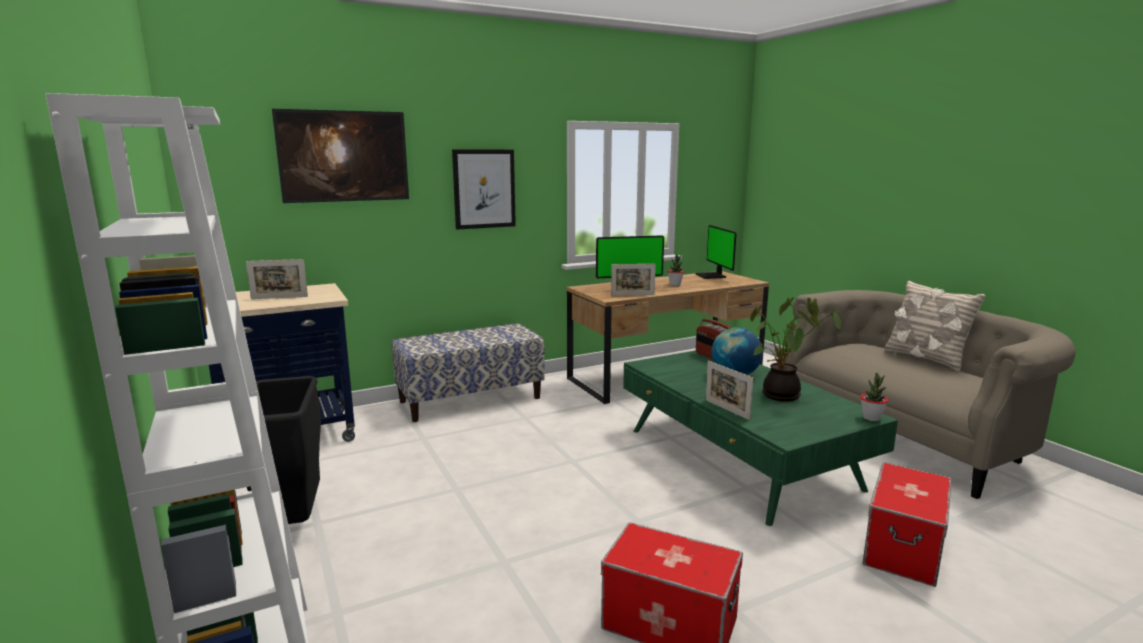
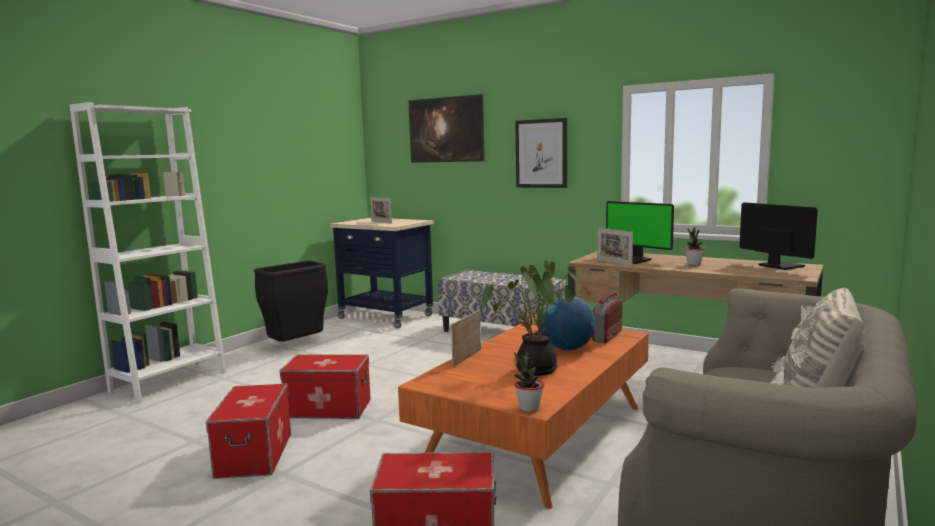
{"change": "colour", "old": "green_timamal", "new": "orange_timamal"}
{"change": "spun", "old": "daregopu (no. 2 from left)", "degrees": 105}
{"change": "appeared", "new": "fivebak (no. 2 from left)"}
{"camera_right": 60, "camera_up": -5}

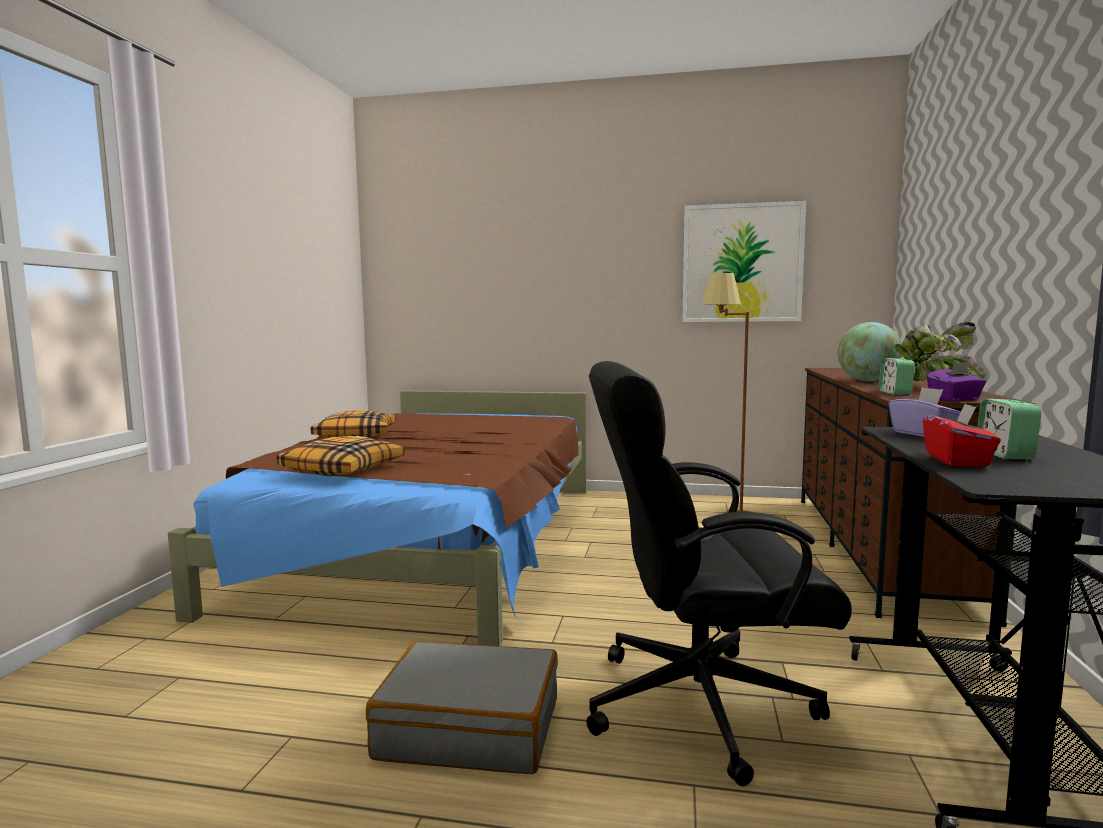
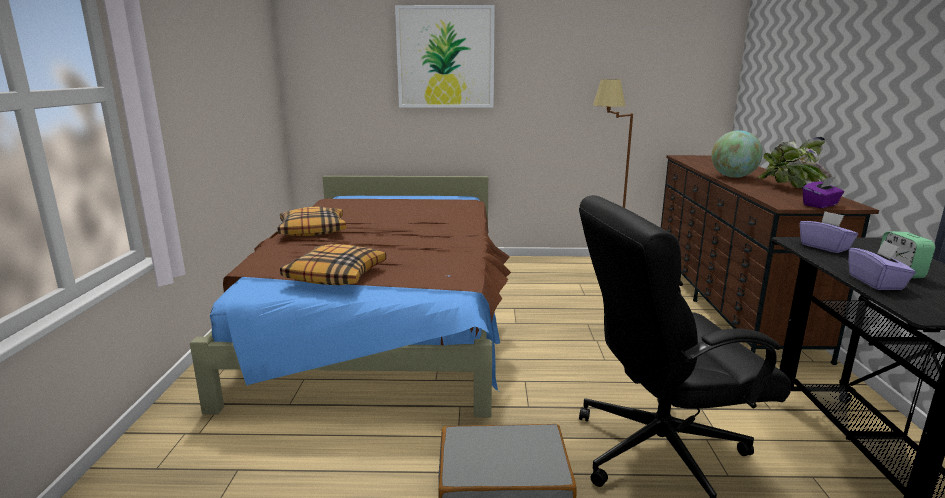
{"change": "relocated", "old": "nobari"}
{"change": "missing", "old": "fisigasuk (no. 1 from left)"}
{"change": "colour", "old": "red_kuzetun", "new": "purple_kuzetun (no. 3 from left)"}
{"camera_right": -10, "camera_up": 10}

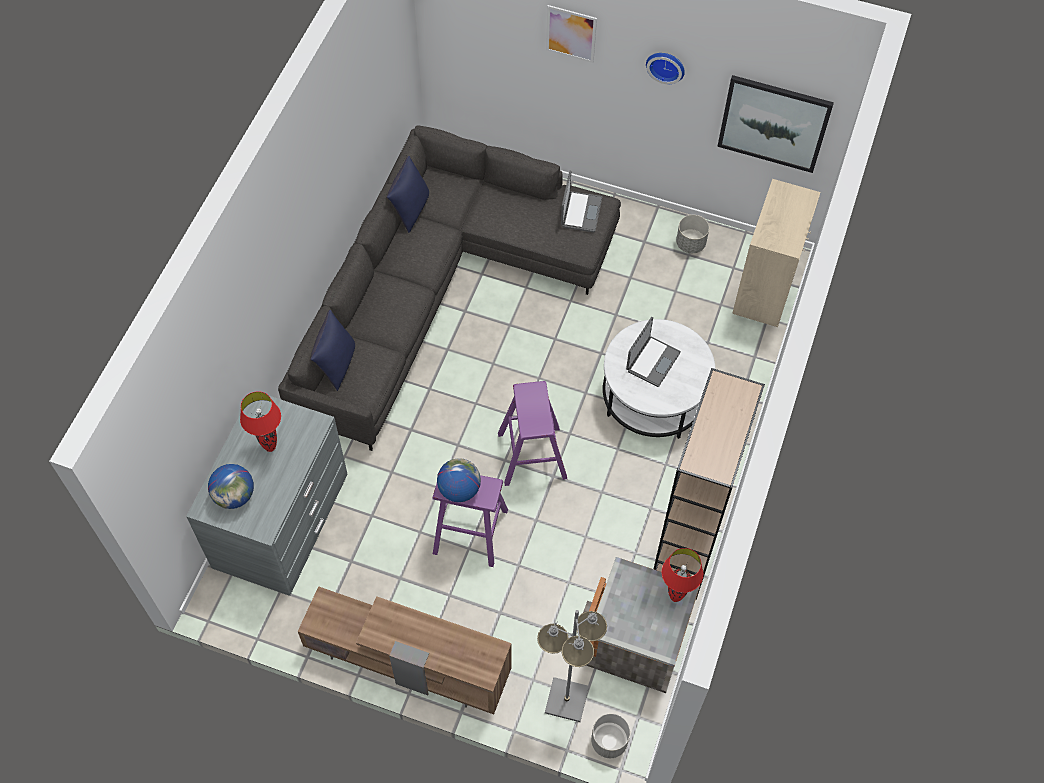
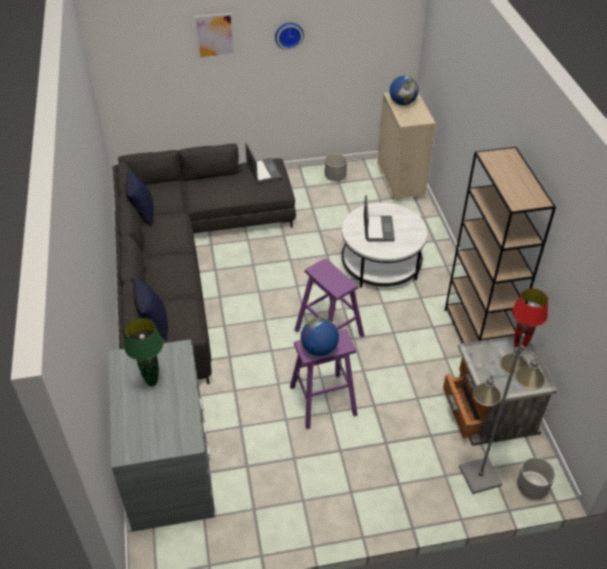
{"change": "relocated", "old": "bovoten (no. 1 from left in the first image)", "new": "bovoten (no. 2 from left)"}
{"change": "colour", "old": "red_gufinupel (no. 1 from left)", "new": "green_gufinupel"}
{"change": "missing", "old": "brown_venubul"}
{"change": "missing", "old": "nobari (no. 2 from left)"}
{"camera_right": -30, "camera_up": -15}

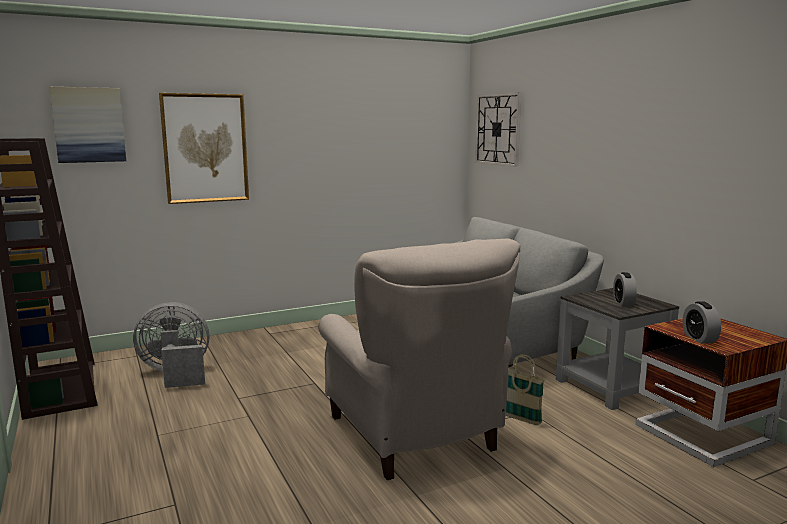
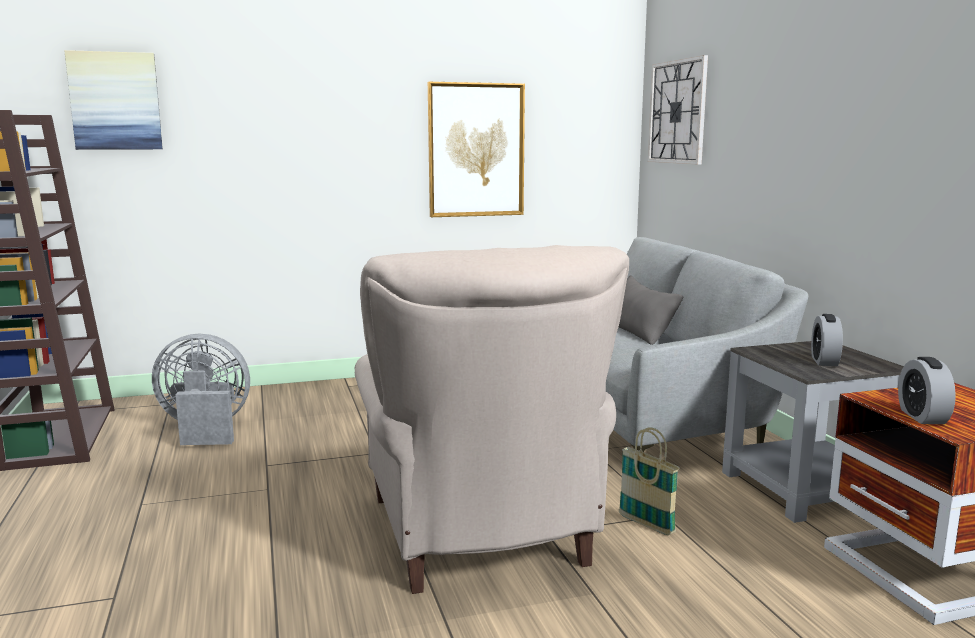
{"change": "relocated", "old": "nobari (no. 2 from left)"}
{"camera_right": 10, "camera_up": 0}

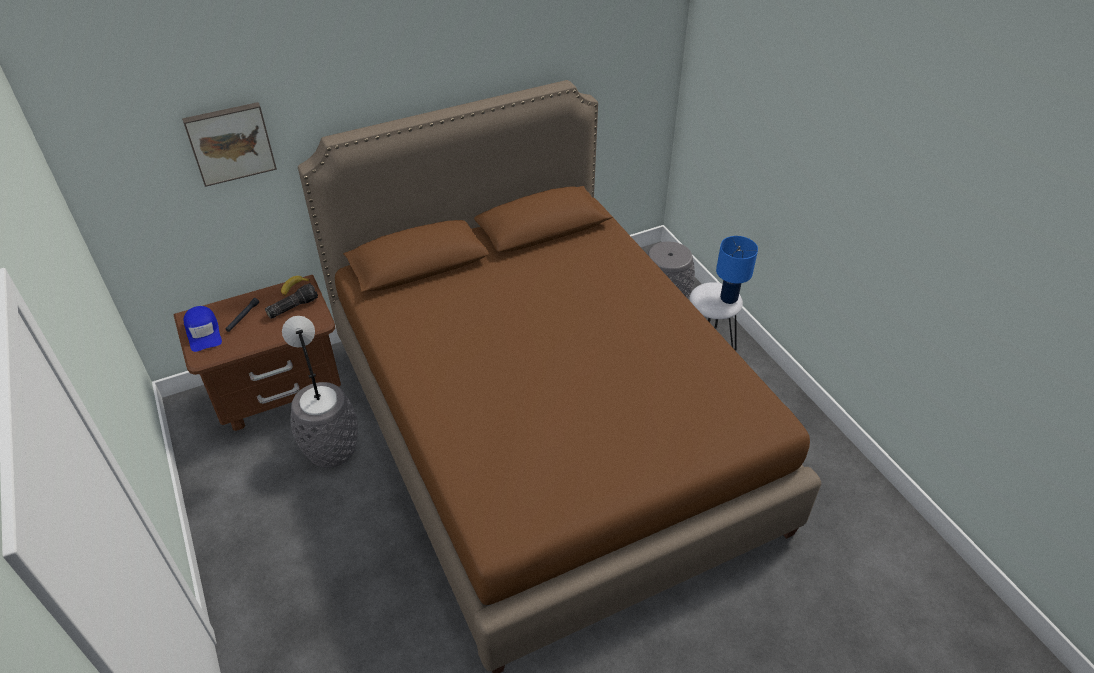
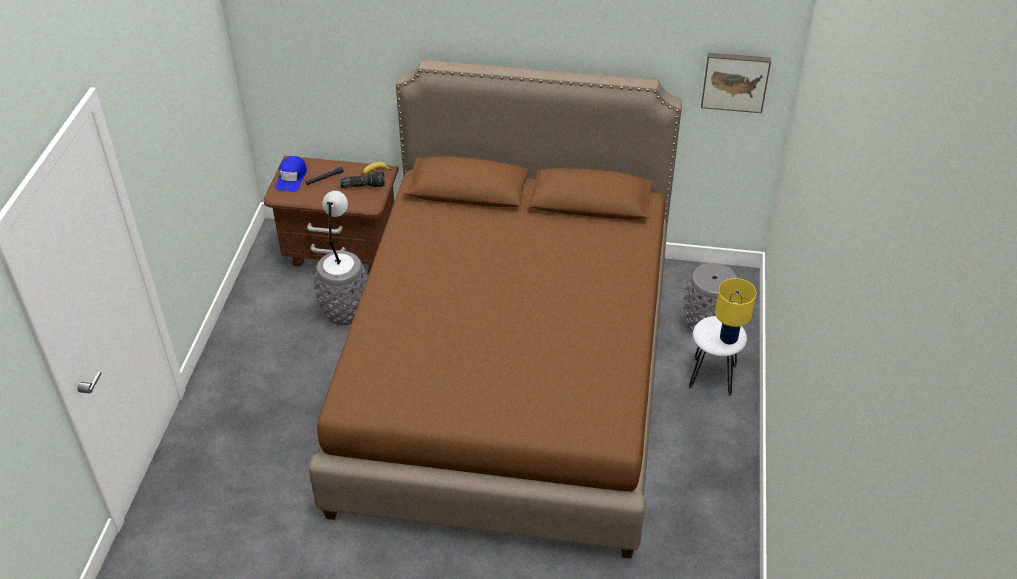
{"change": "relocated", "old": "nobari"}
{"change": "colour", "old": "blue_gufinupel", "new": "yellow_gufinupel"}
{"camera_right": 35, "camera_up": 0}

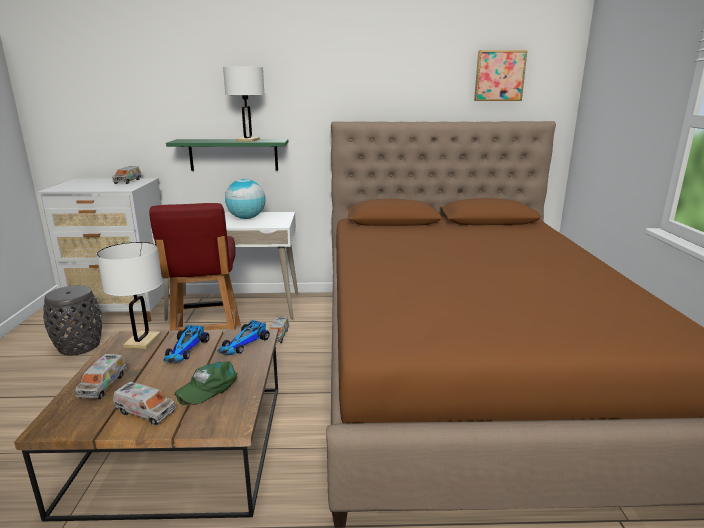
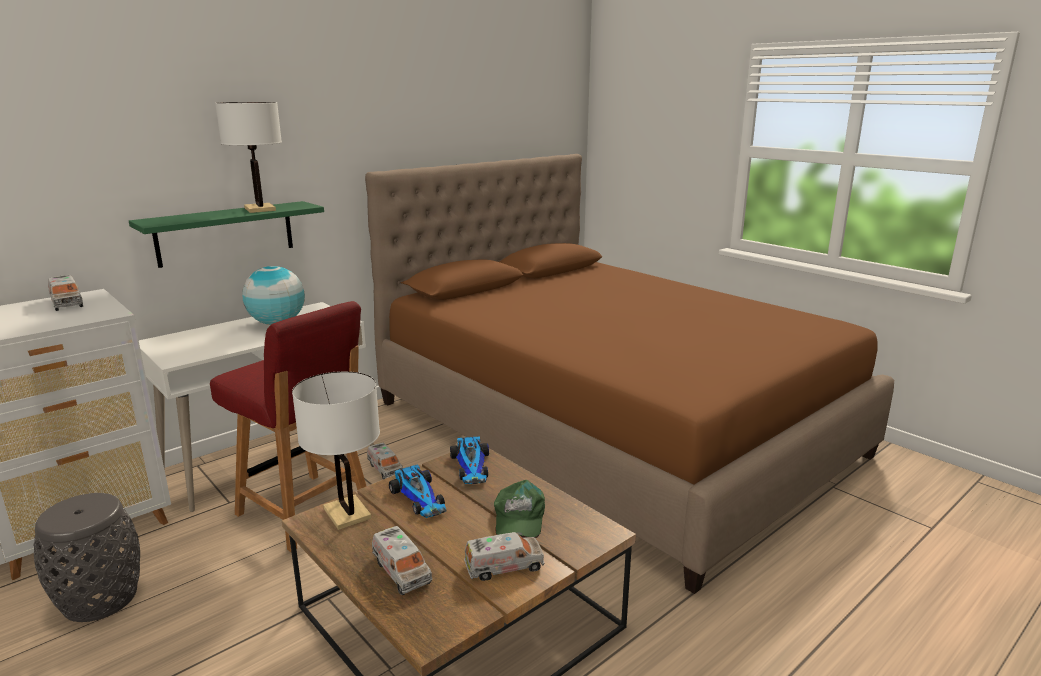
{"change": "missing", "old": "nobari"}
{"camera_right": -40, "camera_up": 0}

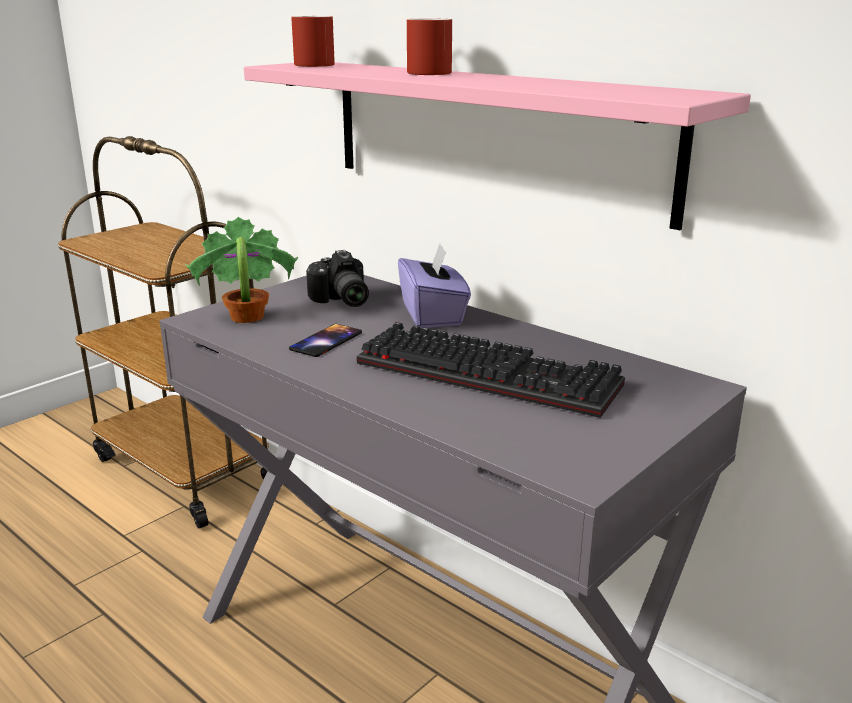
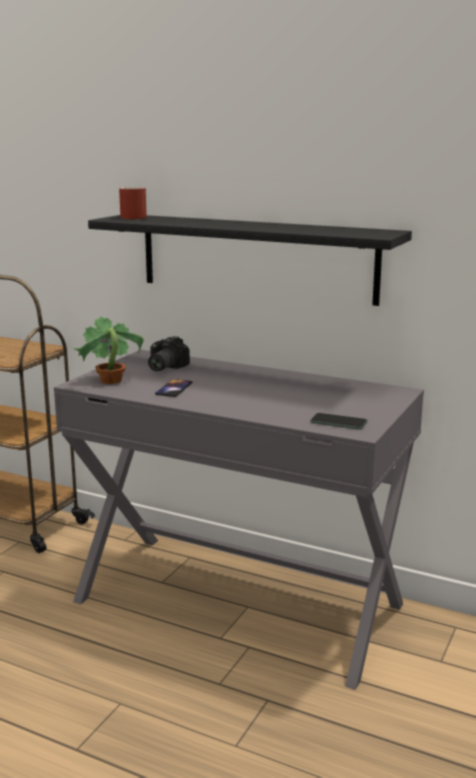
{"change": "colour", "old": "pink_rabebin", "new": "black_rabebin"}
{"change": "spun", "old": "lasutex", "degrees": 60}
{"change": "missing", "old": "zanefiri"}
{"change": "missing", "old": "purple_kuzetun"}
{"change": "missing", "old": "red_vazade (no. 2 from left)"}
{"change": "appeared", "new": "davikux (no. 2 from left)"}
{"camera_right": -15, "camera_up": -5}

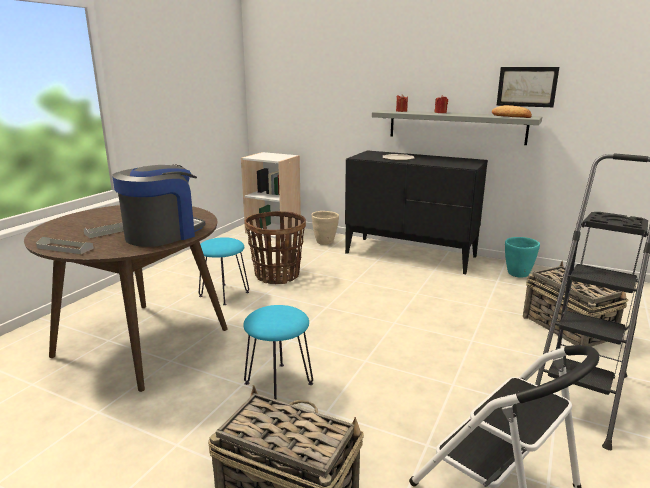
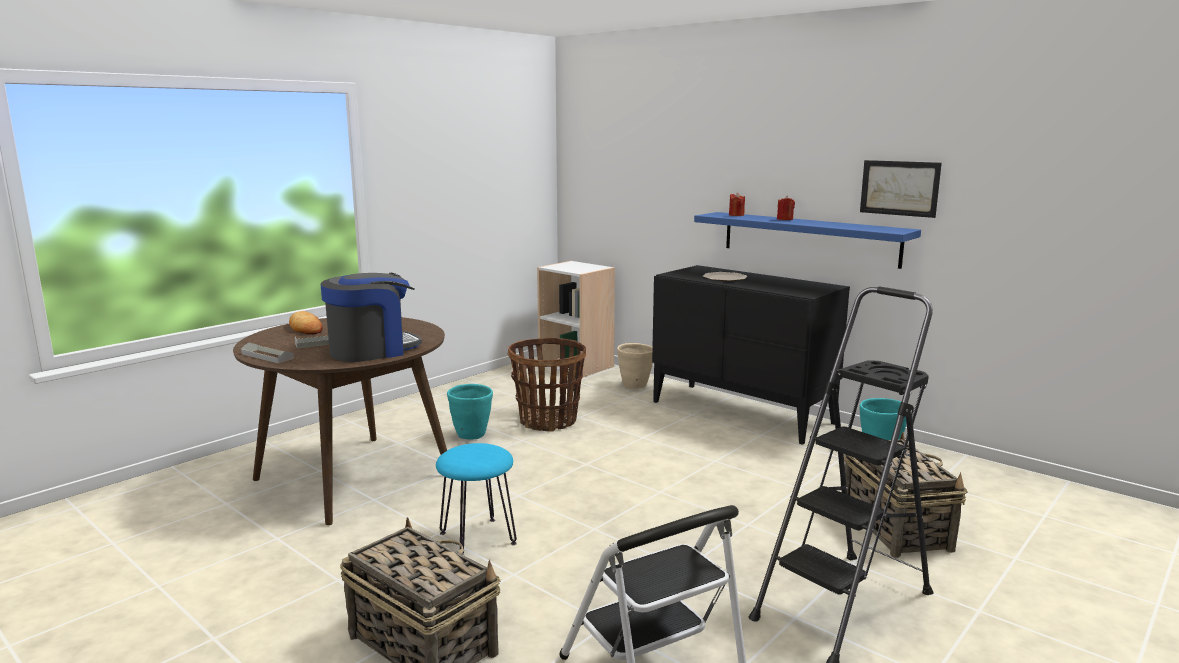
{"change": "exchanged", "old": "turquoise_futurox (no. 1 from left)", "new": "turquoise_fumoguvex (no. 1 from left)"}
{"change": "colour", "old": "grey_rabebin", "new": "blue_rabebin"}
{"change": "relocated", "old": "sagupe"}
{"camera_right": 15, "camera_up": -5}

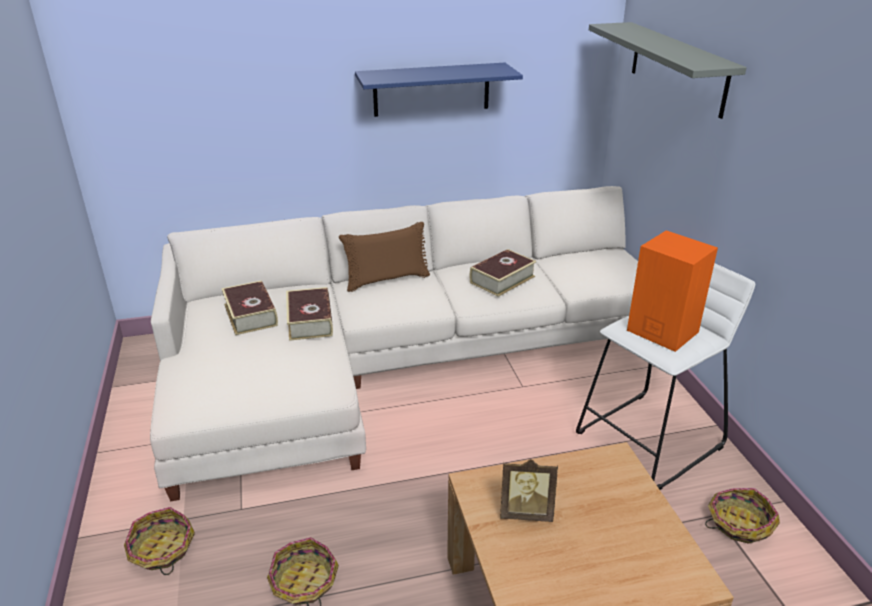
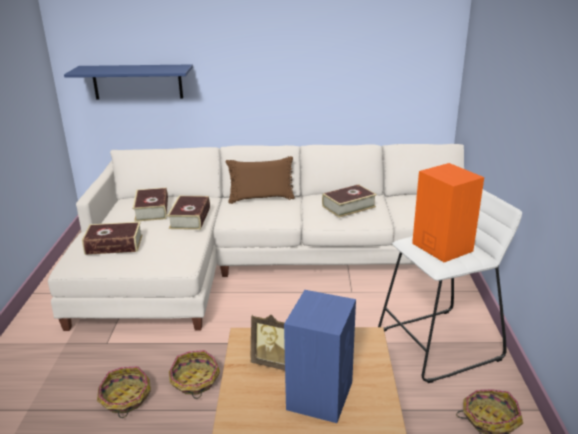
{"change": "relocated", "old": "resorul (no. 1 from left in the first image)", "new": "resorul (no. 2 from left)"}
{"change": "relocated", "old": "blue_rabebin"}
{"change": "missing", "old": "grey_rabebin"}
{"change": "appeared", "new": "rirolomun (no. 1 from left)"}
{"change": "appeared", "new": "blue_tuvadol"}
{"camera_right": 15, "camera_up": -5}

